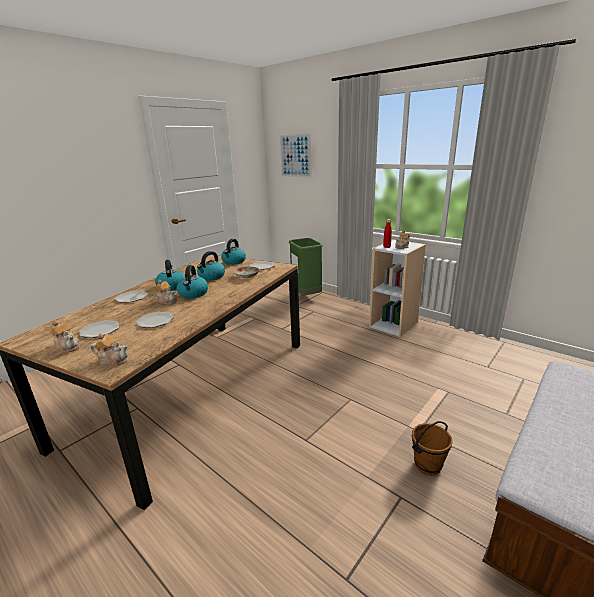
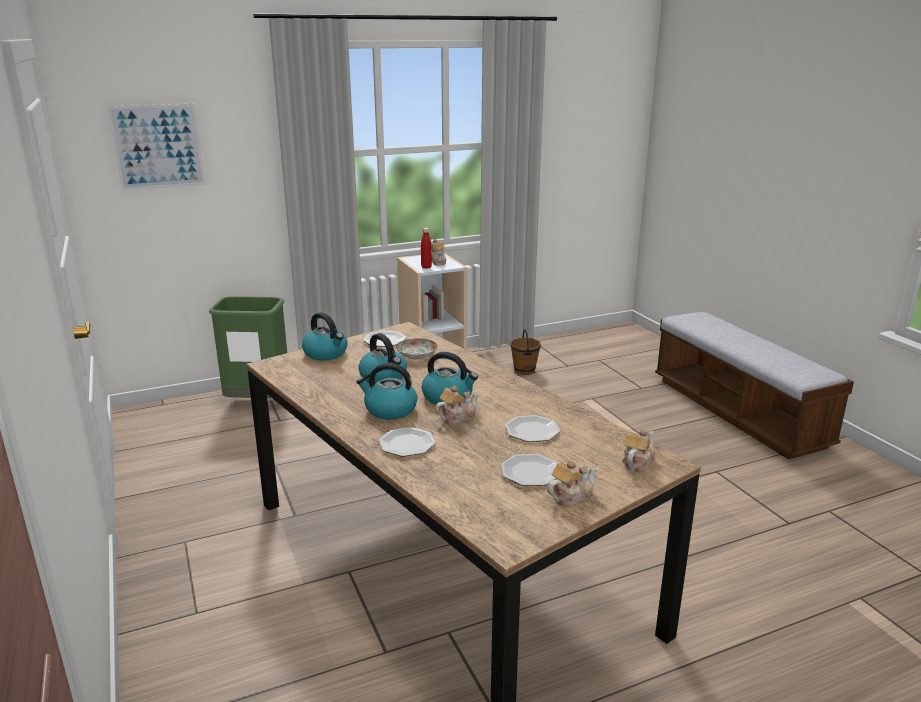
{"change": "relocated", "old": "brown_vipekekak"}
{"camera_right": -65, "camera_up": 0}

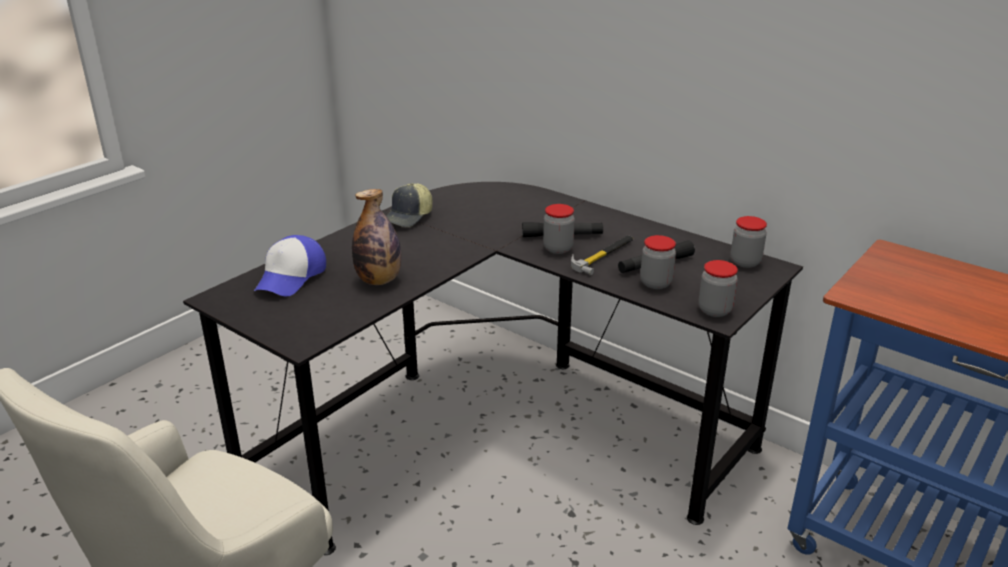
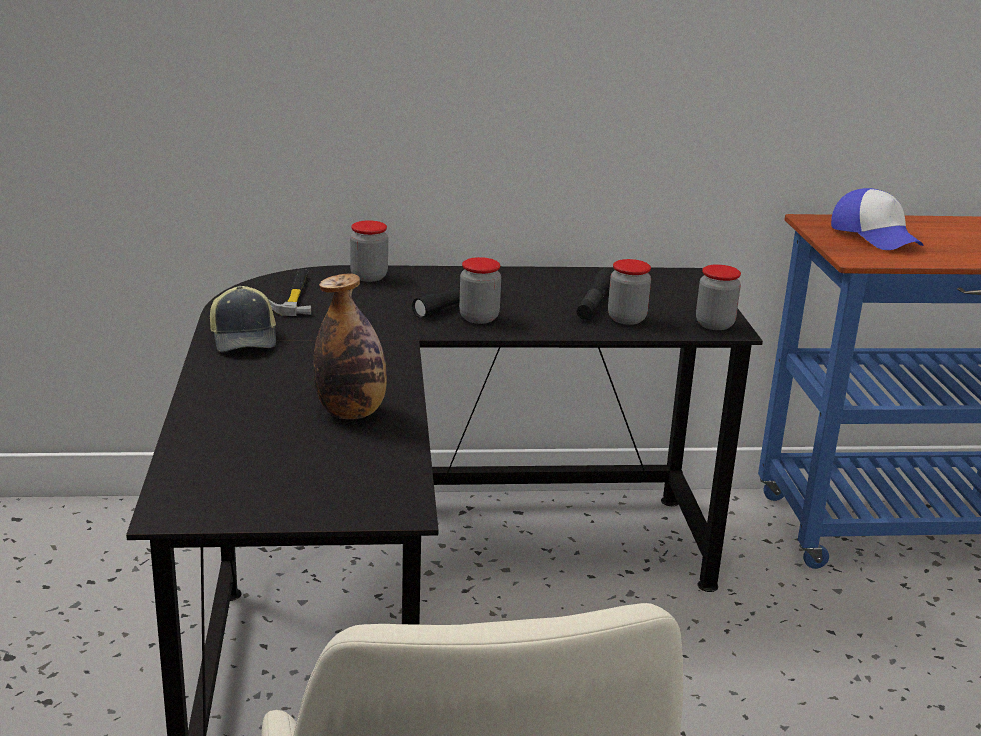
{"change": "relocated", "old": "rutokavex (no. 1 from left in the first image)", "new": "rutokavex (no. 2 from left)"}
{"change": "relocated", "old": "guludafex"}
{"change": "relocated", "old": "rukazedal (no. 4 from left in the first image)", "new": "rukazedal (no. 1 from left)"}
{"camera_right": -45, "camera_up": -5}

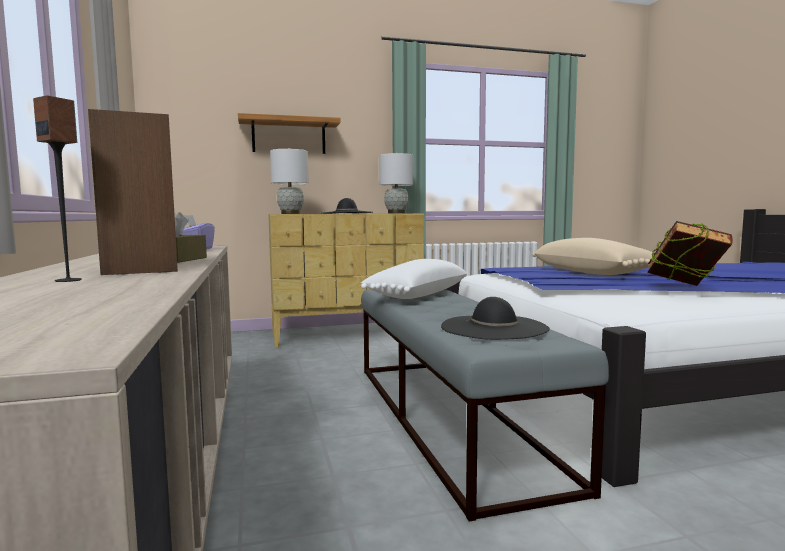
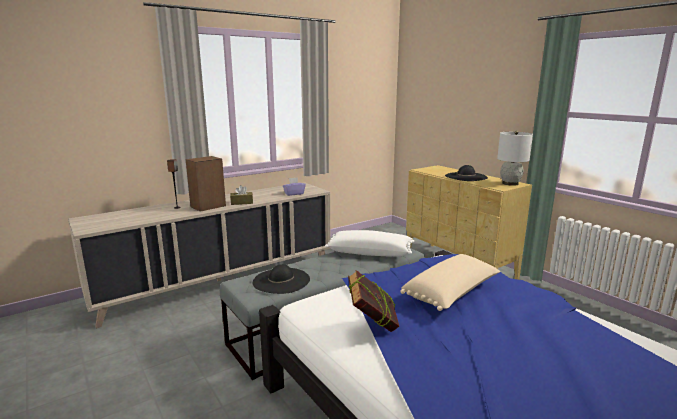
{"change": "missing", "old": "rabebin"}
{"change": "missing", "old": "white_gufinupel (no. 1 from left)"}
{"camera_right": 70, "camera_up": 10}

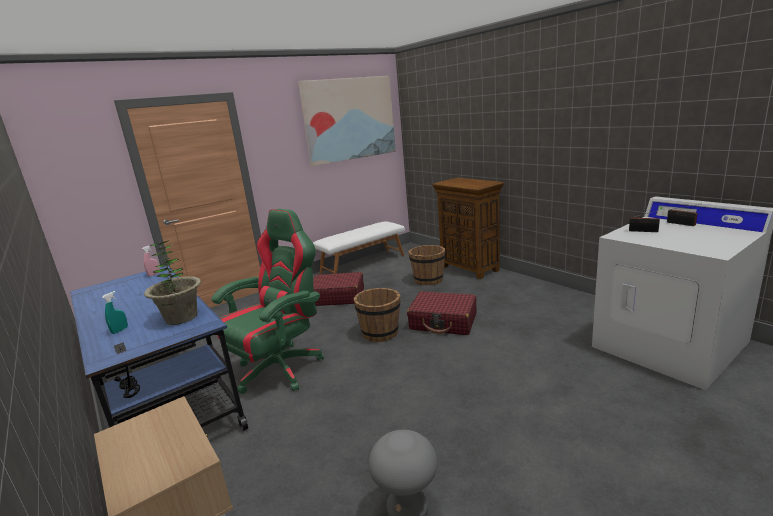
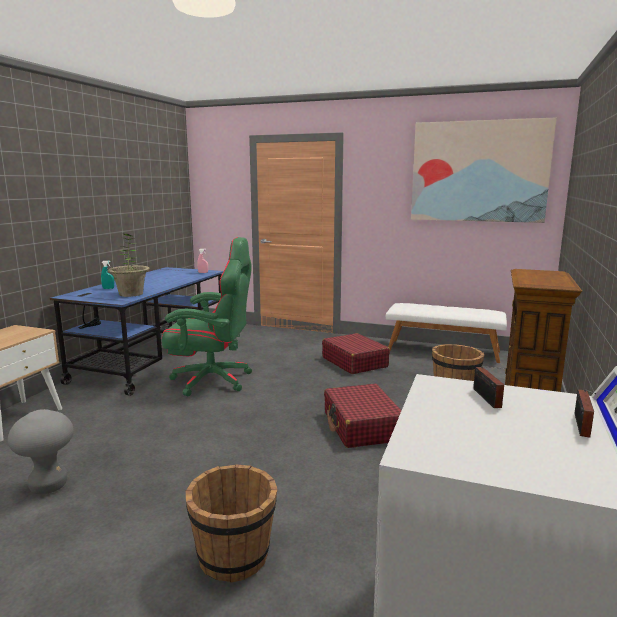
{"change": "relocated", "old": "brown_vipekekak (no. 1 from left)"}
{"camera_right": 55, "camera_up": -5}

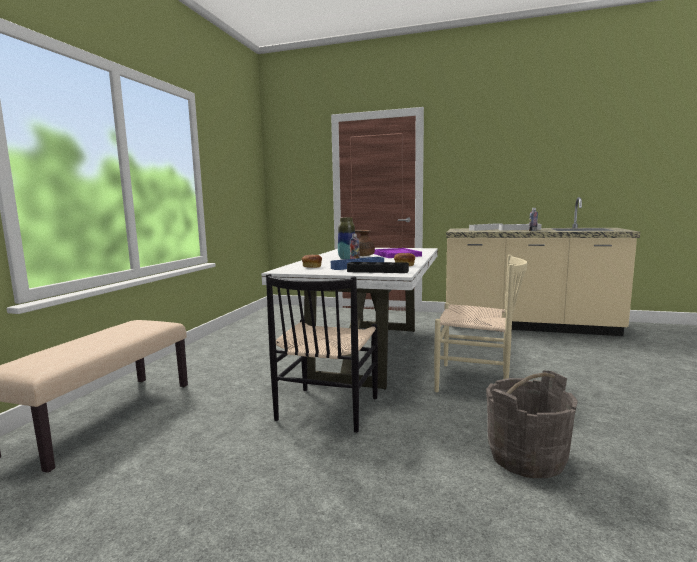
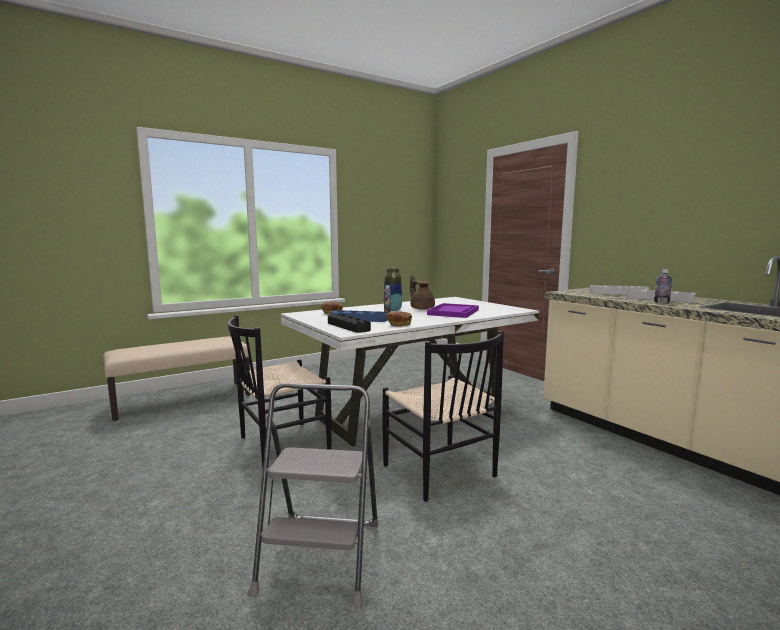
{"change": "colour", "old": "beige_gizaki", "new": "black_gizaki (no. 2 from left)"}
{"change": "exchanged", "old": "grey_vipekekak", "new": "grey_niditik"}
{"camera_right": 40, "camera_up": 0}

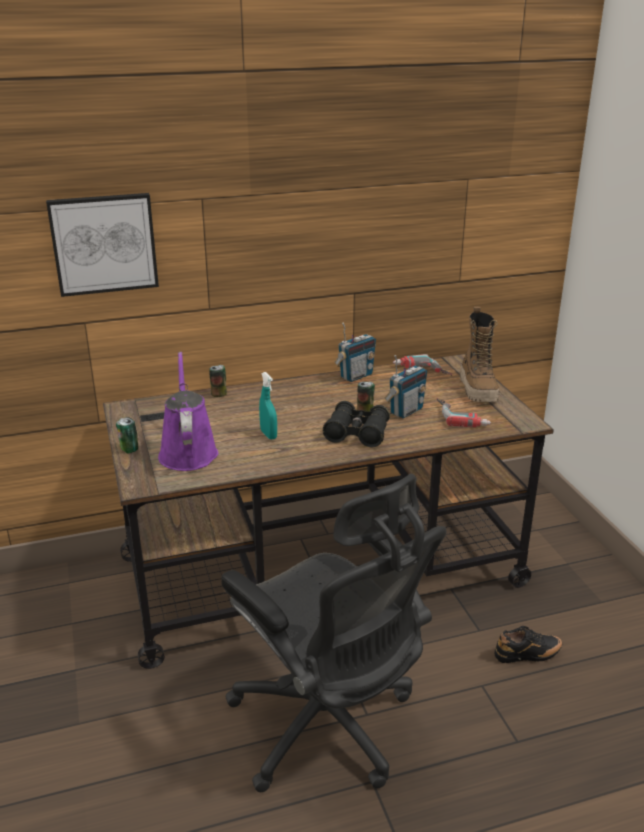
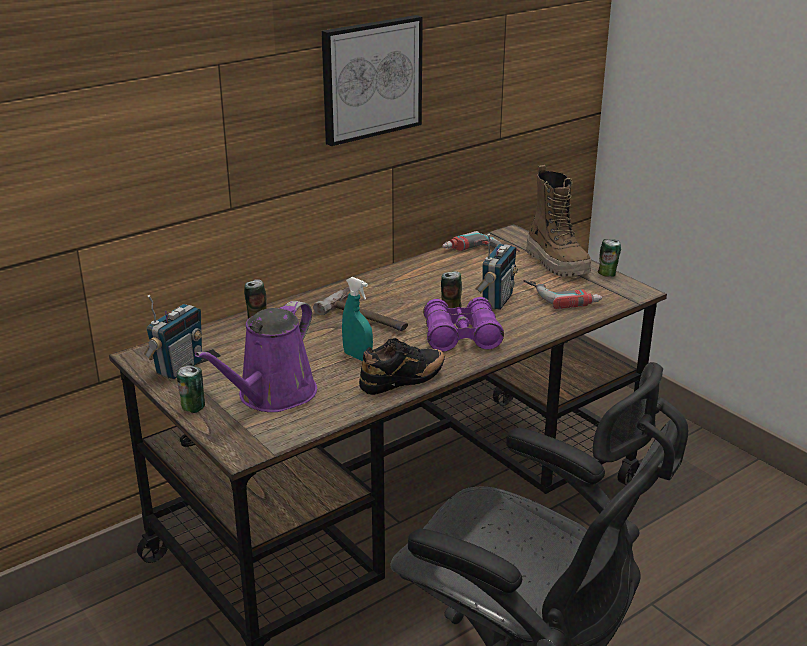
{"change": "relocated", "old": "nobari"}
{"change": "spun", "old": "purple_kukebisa", "degrees": -120}
{"change": "colour", "old": "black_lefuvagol", "new": "purple_lefuvagol"}
{"change": "relocated", "old": "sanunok (no. 1 from left)"}
{"change": "relocated", "old": "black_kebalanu"}
{"change": "appeared", "new": "guludafex"}
{"change": "appeared", "new": "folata (no. 4 from left)"}
{"camera_right": -20, "camera_up": 0}

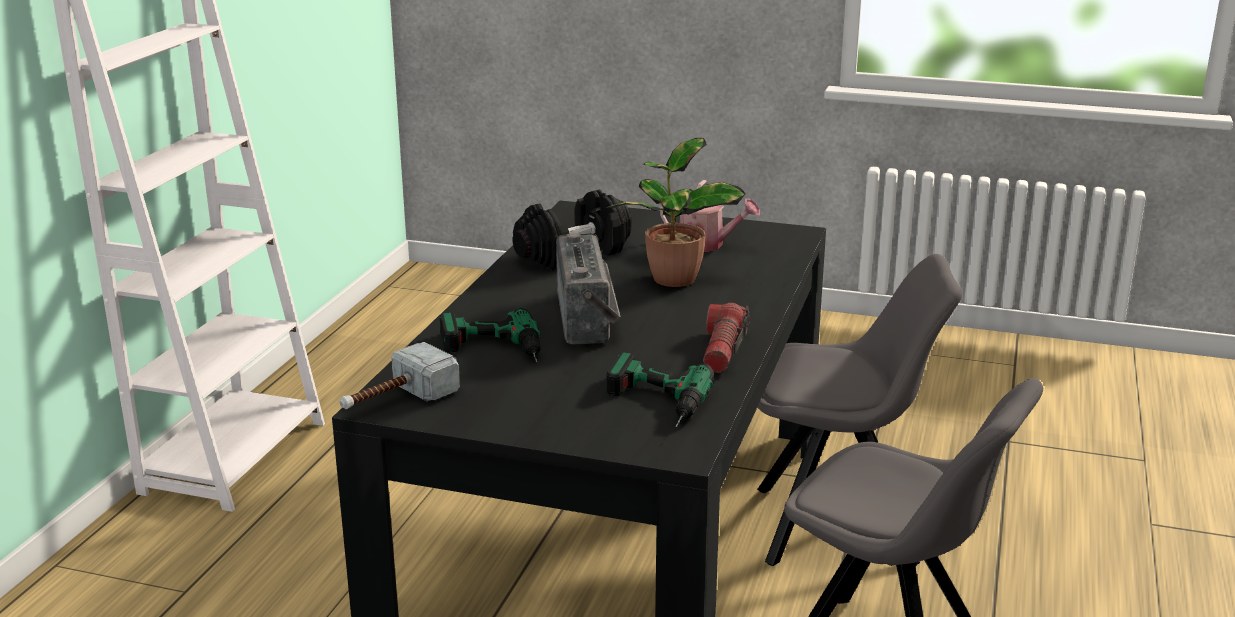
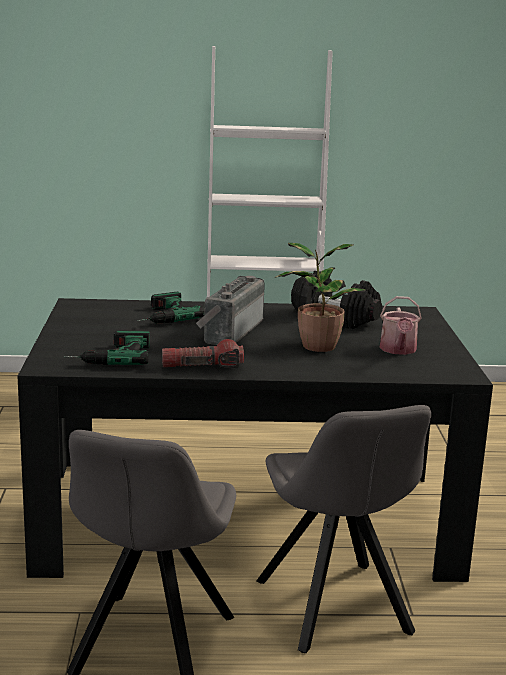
{"change": "missing", "old": "guludafex"}
{"change": "spun", "old": "sanunok", "degrees": 135}
{"camera_right": 70, "camera_up": -5}

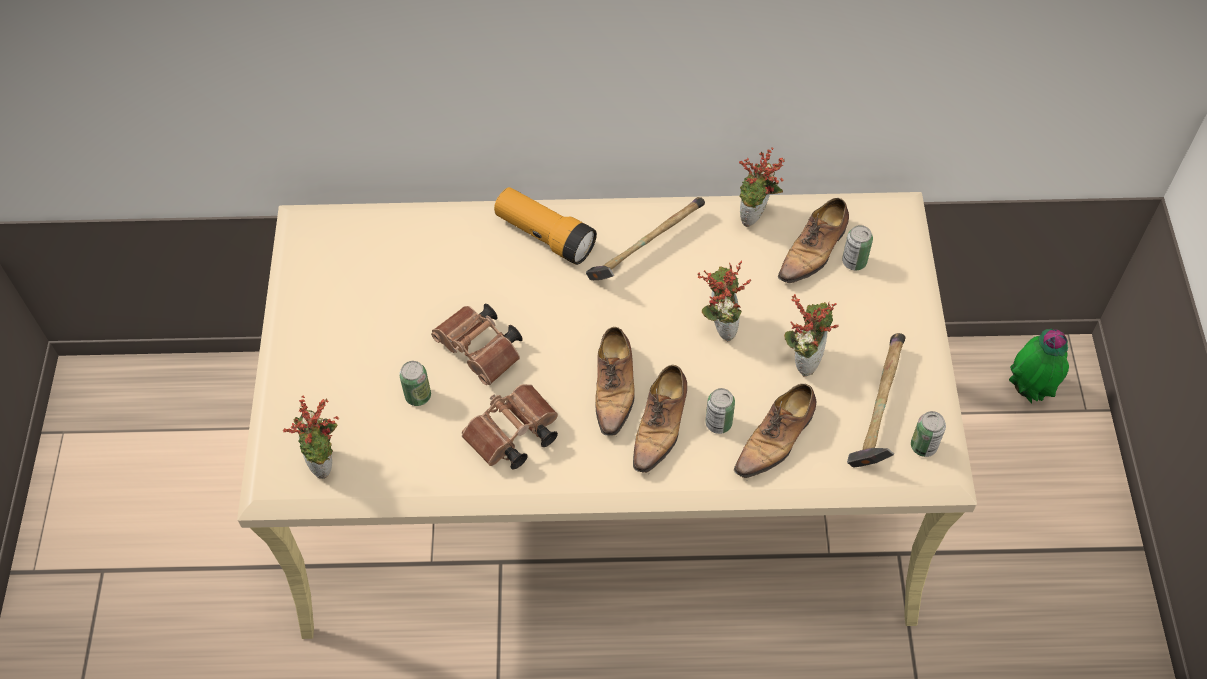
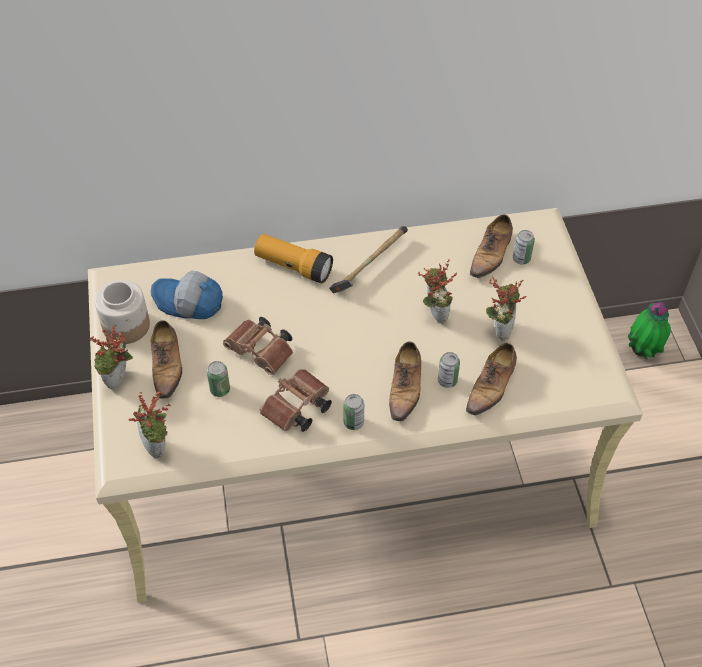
{"change": "relocated", "old": "kebalanu (no. 1 from left)"}
{"change": "relocated", "old": "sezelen (no. 3 from left in the first image)", "new": "sezelen (no. 1 from left)"}
{"change": "missing", "old": "guludafex (no. 2 from left)"}
{"change": "relocated", "old": "folata (no. 4 from left in the first image)", "new": "folata (no. 2 from left)"}
{"change": "appeared", "new": "rukazedal"}
{"change": "appeared", "new": "rutokavex"}
{"camera_right": -10, "camera_up": -5}

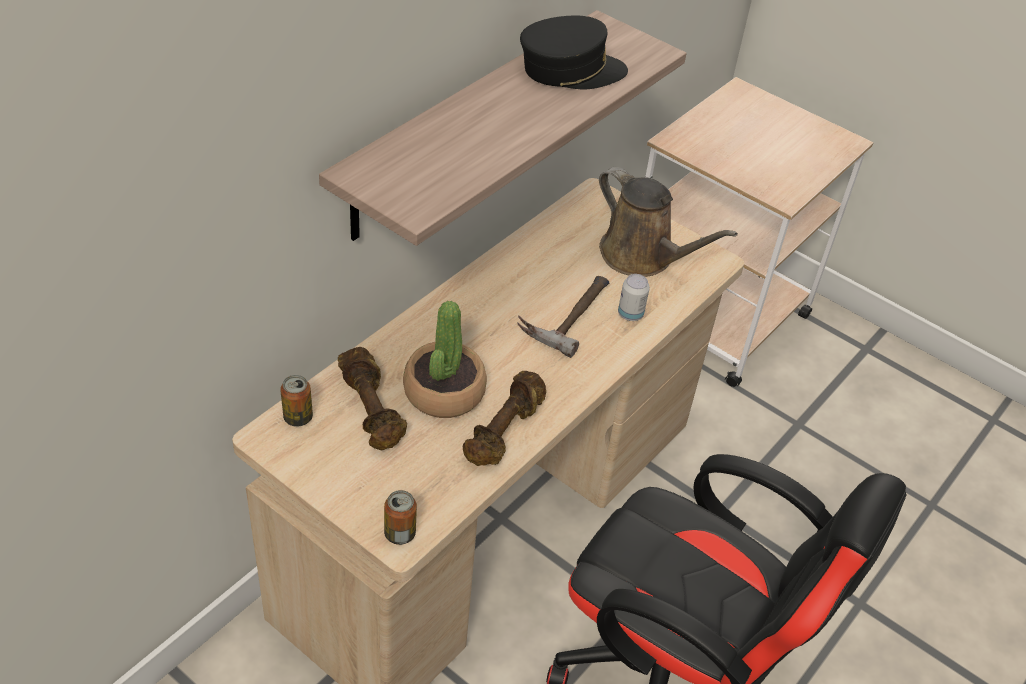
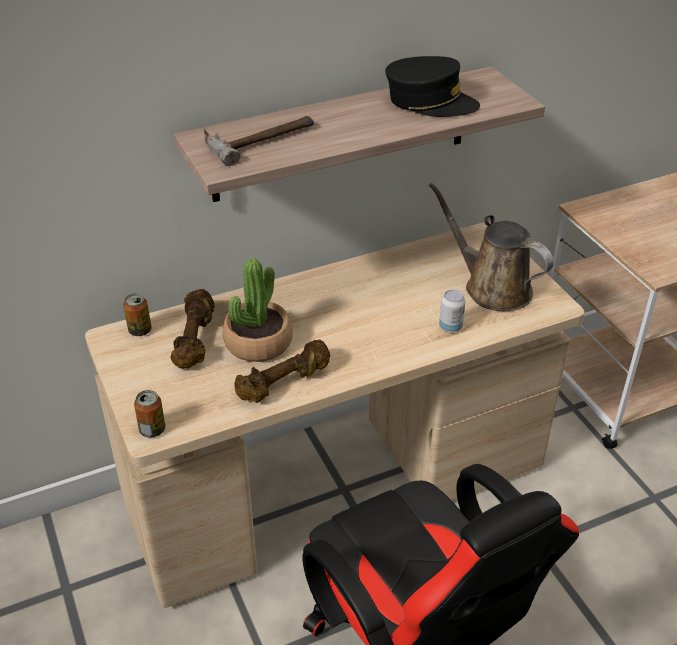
{"change": "relocated", "old": "guludafex"}
{"change": "spun", "old": "brown_kukebisa", "degrees": 150}
{"camera_right": 30, "camera_up": -5}

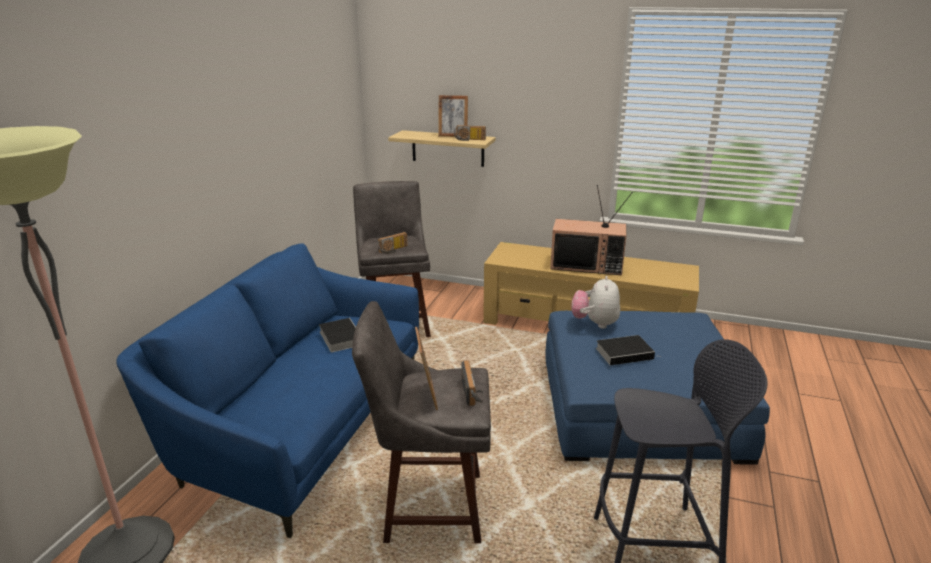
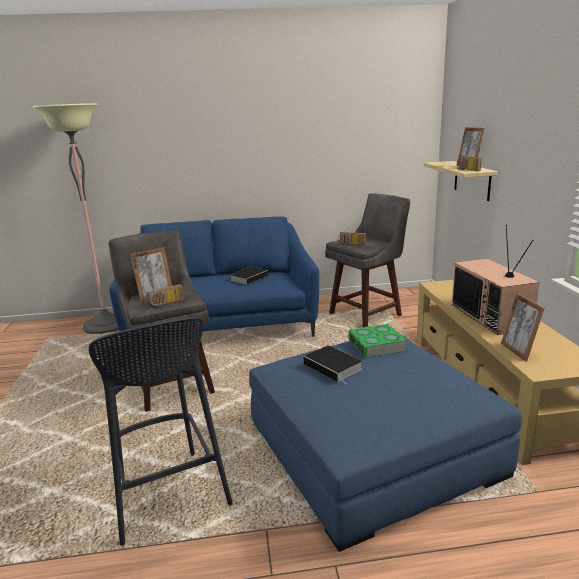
{"change": "exchanged", "old": "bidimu", "new": "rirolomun (no. 3 from left)"}
{"change": "appeared", "new": "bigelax (no. 3 from left)"}
{"camera_right": 65, "camera_up": -5}

